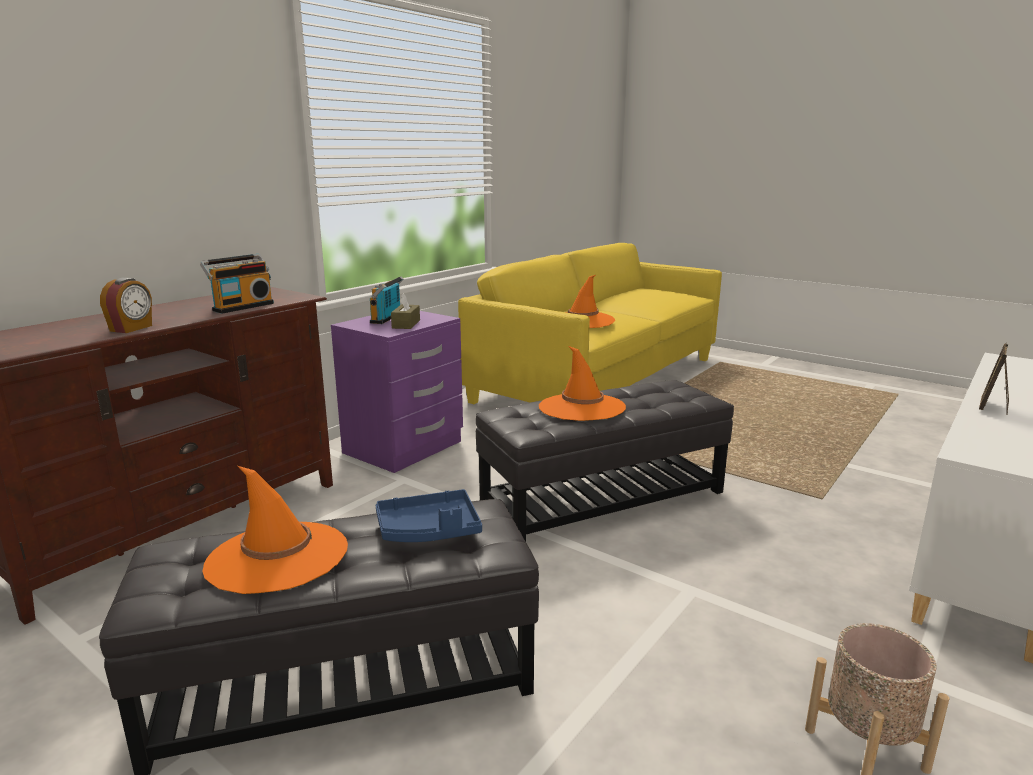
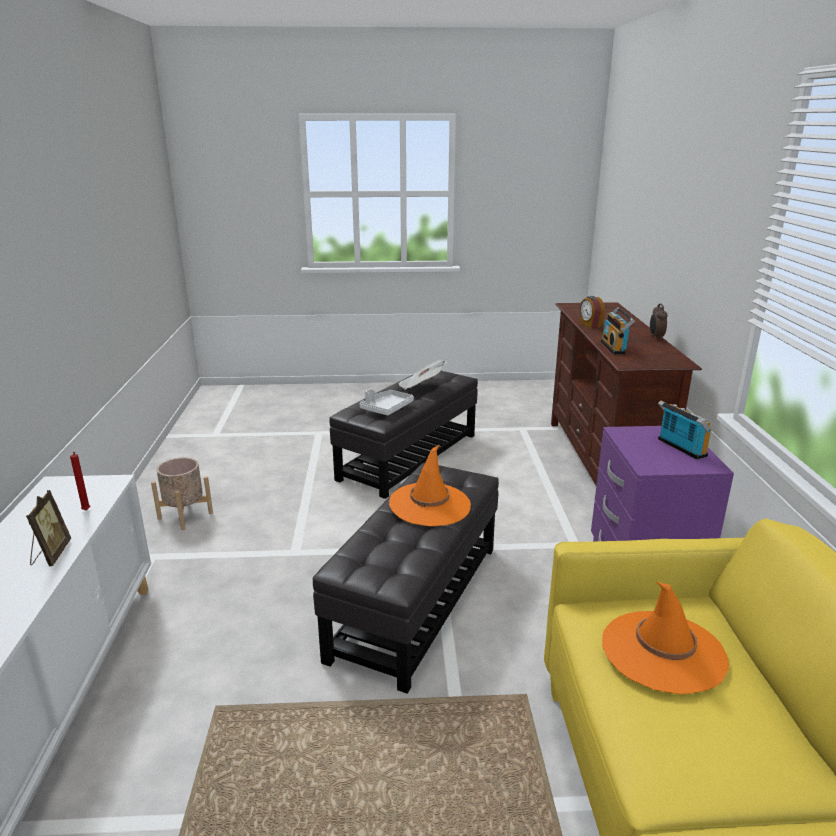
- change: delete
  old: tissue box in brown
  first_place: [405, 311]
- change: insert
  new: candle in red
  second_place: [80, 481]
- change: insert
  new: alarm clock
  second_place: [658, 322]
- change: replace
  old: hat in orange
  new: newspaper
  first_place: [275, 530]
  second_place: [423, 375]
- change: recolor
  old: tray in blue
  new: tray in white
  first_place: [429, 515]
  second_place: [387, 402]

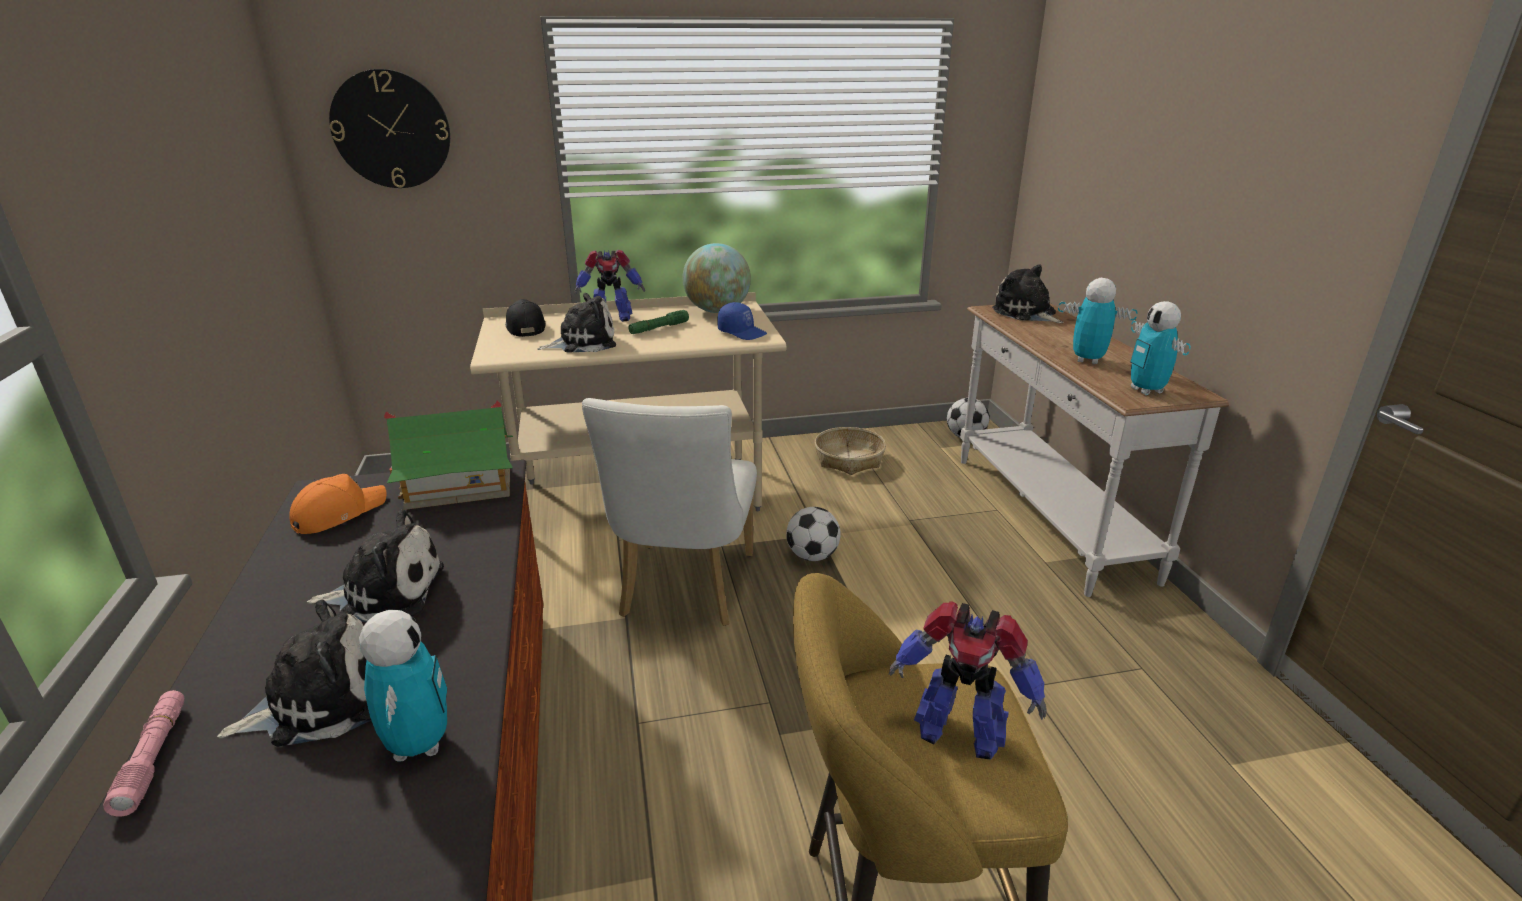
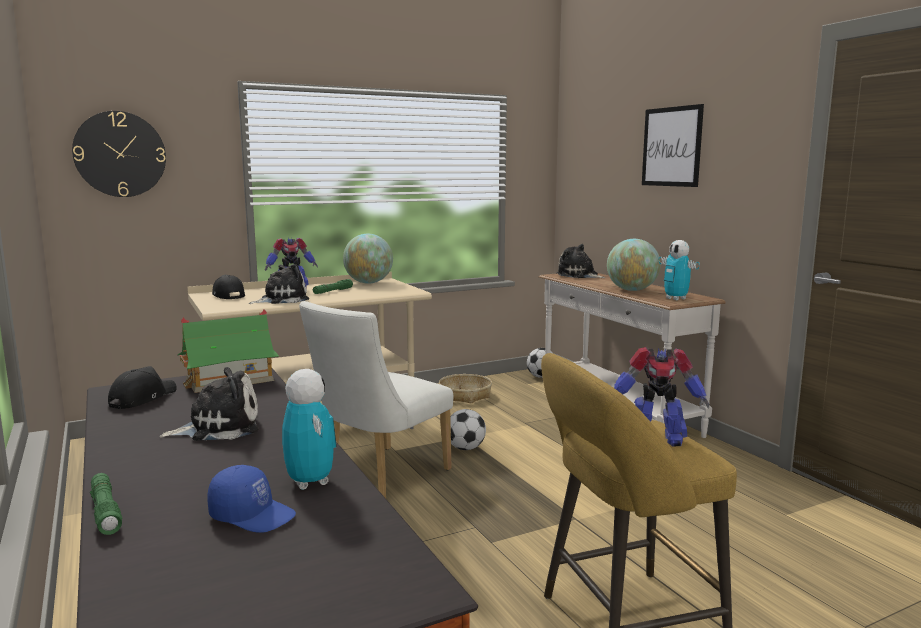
- change: delete
  old: plush toy
  first_place: [294, 673]
- change: insert
  new: picture
  second_place: [673, 145]
- change: move
  old: cap in blue
  first_place: [742, 321]
  second_place: [251, 499]
- change: replace
  old: toy robot
  new: globe
  first_place: [1098, 321]
  second_place: [634, 265]
- change: recolor
  old: flashlight in pink
  new: flashlight in green
  first_place: [143, 753]
  second_place: [106, 504]
- change: recolor
  old: cap in orange
  new: cap in black
  first_place: [337, 504]
  second_place: [142, 387]
- change: rotate
  old: chair in white
  first_place: [669, 512]
  second_place: [376, 399]
  degrees: 45

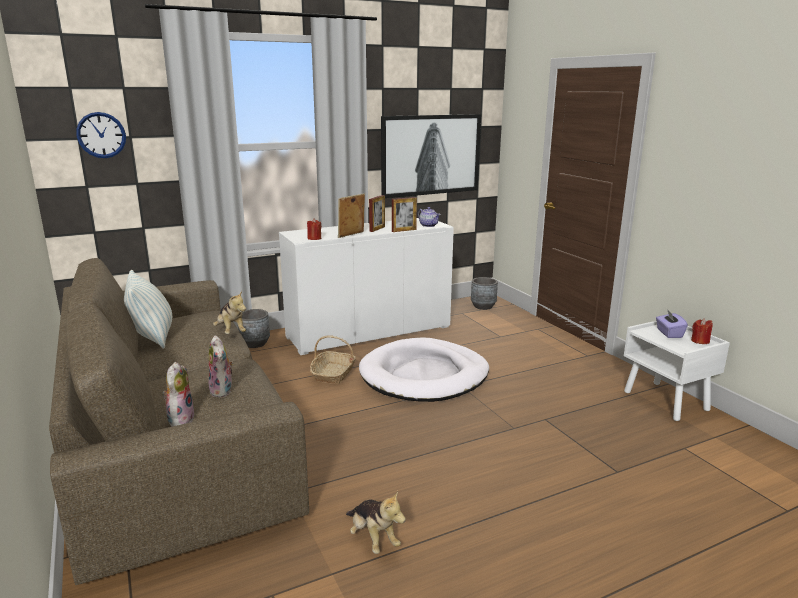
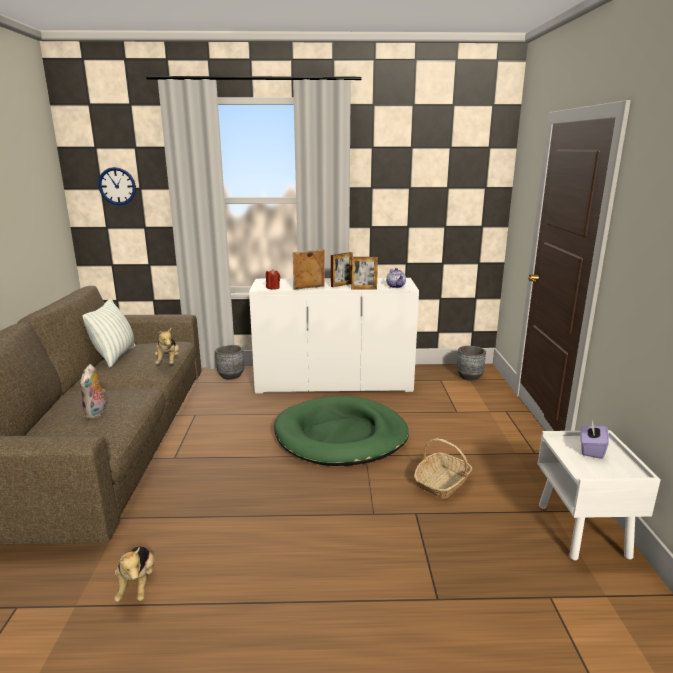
- change: delete
  old: plush toy
  first_place: [178, 394]
- change: delete
  old: picture
  first_place: [431, 156]
- change: delete
  old: candle in red
  first_place: [702, 331]
- change: move
  old: basket
  first_place: [333, 359]
  second_place: [443, 468]
- change: recolor
  old: dog bed in white
  new: dog bed in green
  first_place: [424, 369]
  second_place: [341, 431]

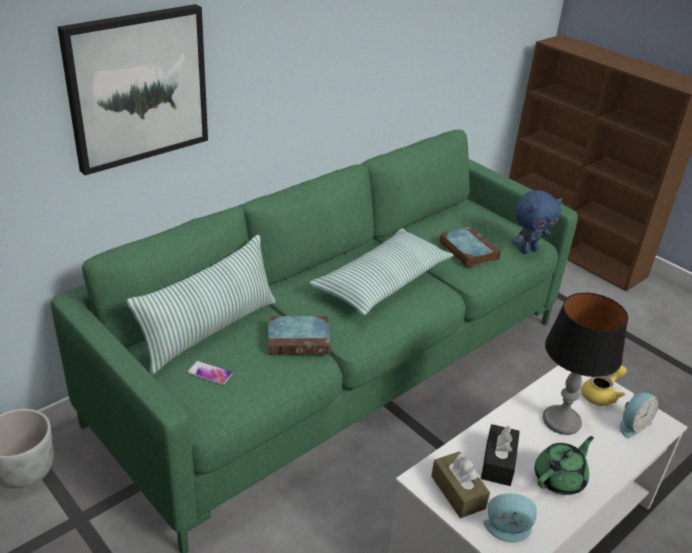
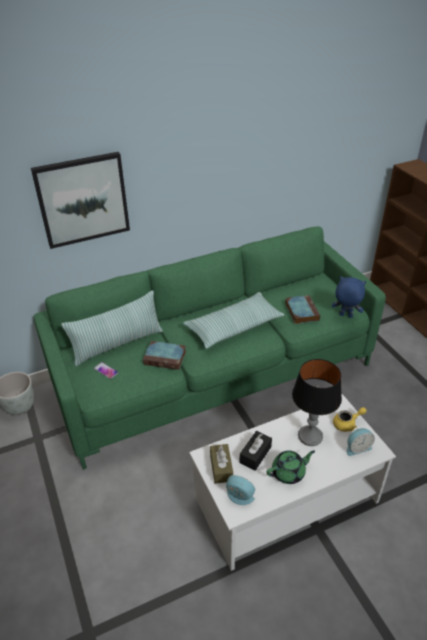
- change: rotate
  old: plush toy in blue
  first_place: [537, 222]
  second_place: [349, 297]
  degrees: -150

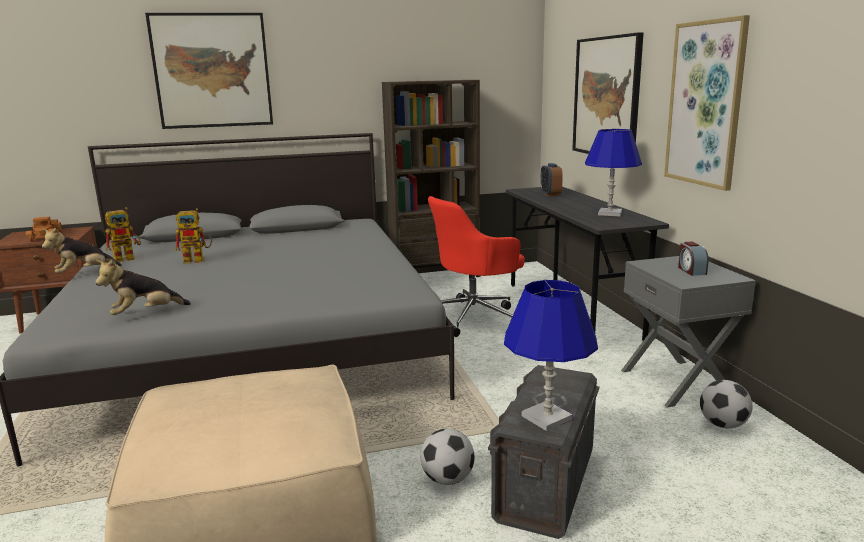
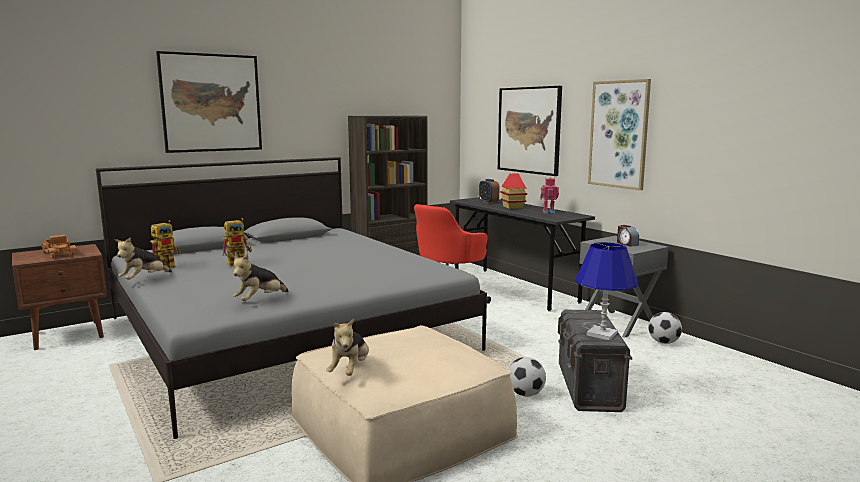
- change: insert
  new: plush toy
  second_place: [347, 347]
- change: insert
  new: toy house
  second_place: [513, 191]
- change: replace
  old: table lamp in blue
  new: toy robot
  first_place: [613, 172]
  second_place: [549, 195]

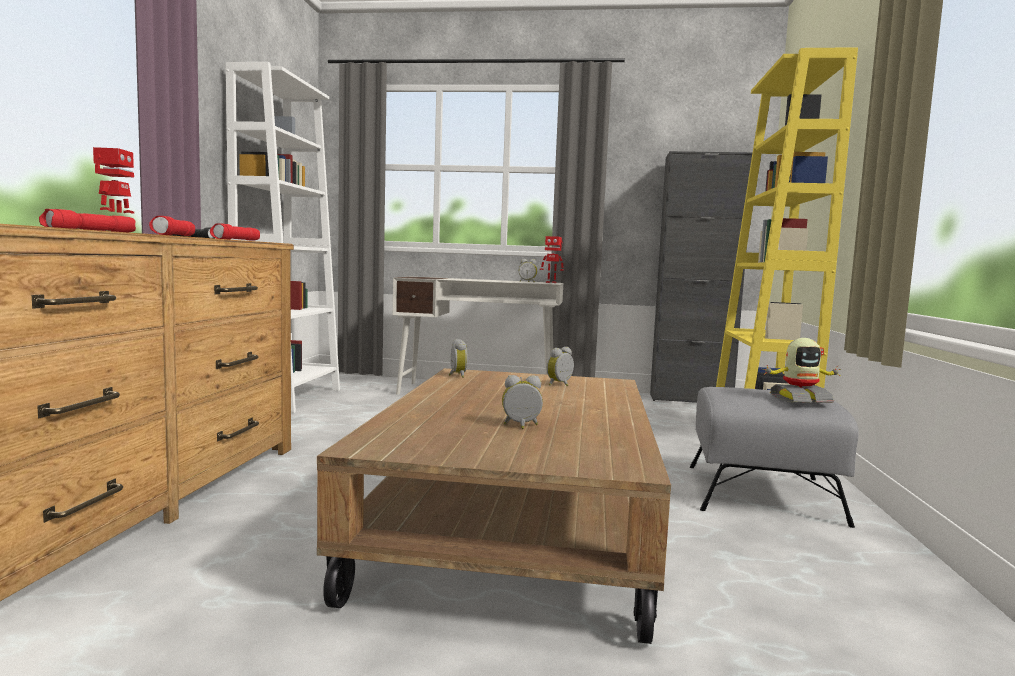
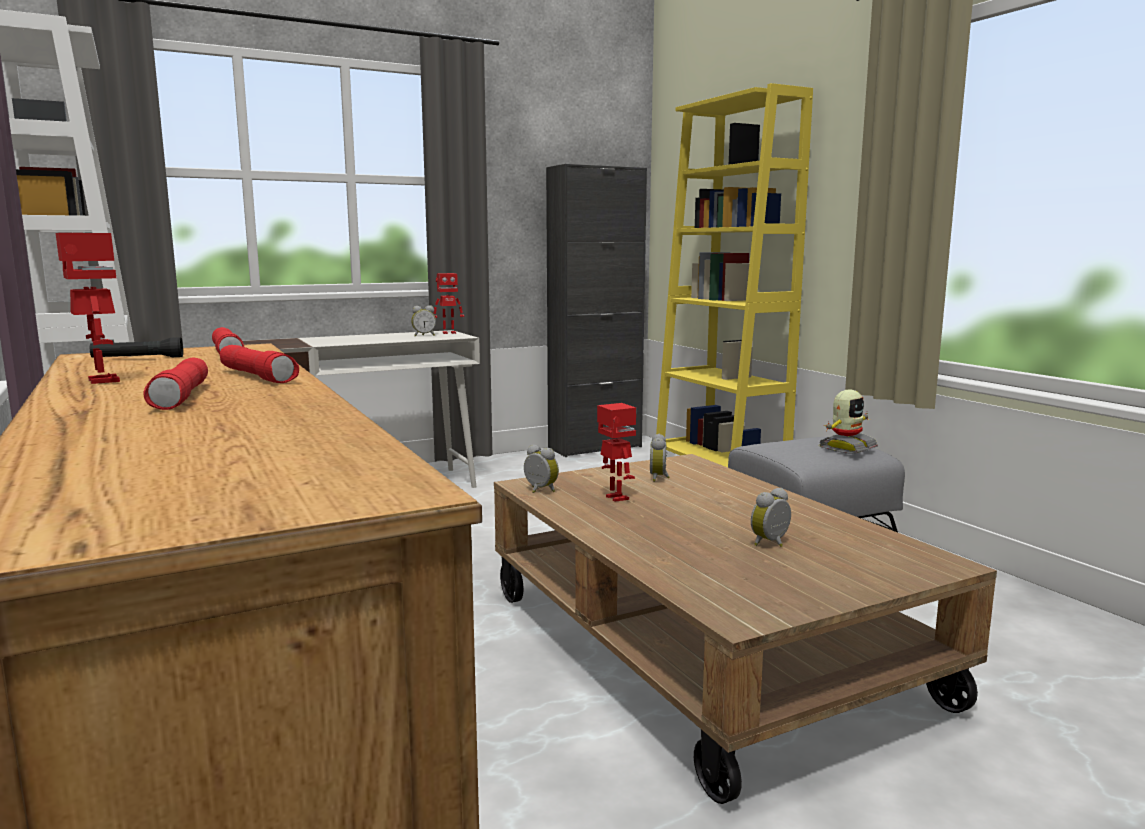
- change: insert
  new: toy robot
  second_place: [616, 452]

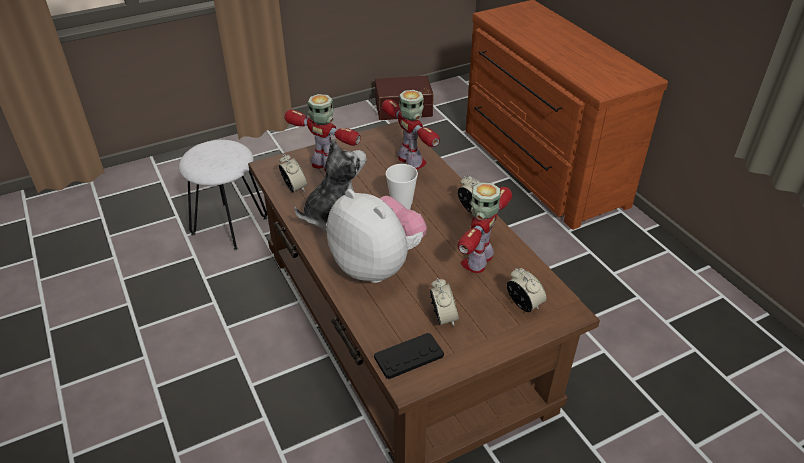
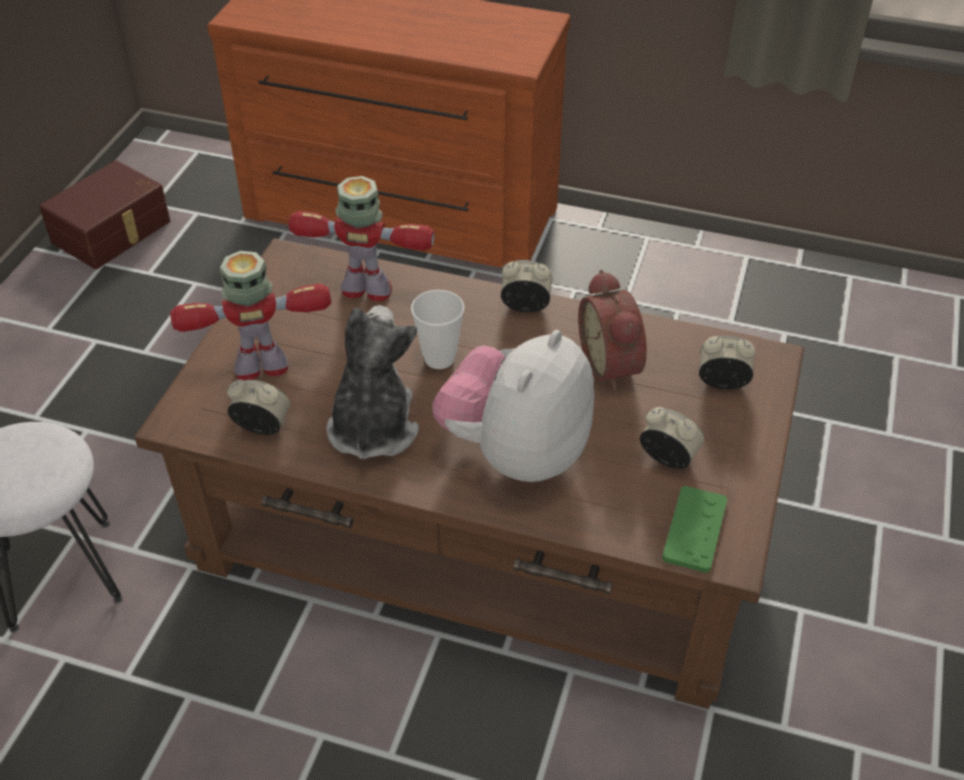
- change: replace
  old: toy robot
  new: alarm clock
  first_place: [485, 227]
  second_place: [612, 330]
- change: recolor
  old: game controller in black
  new: game controller in green
  first_place: [409, 356]
  second_place: [695, 529]
- change: rotate
  old: plush toy
  first_place: [377, 236]
  second_place: [513, 406]
  degrees: -60

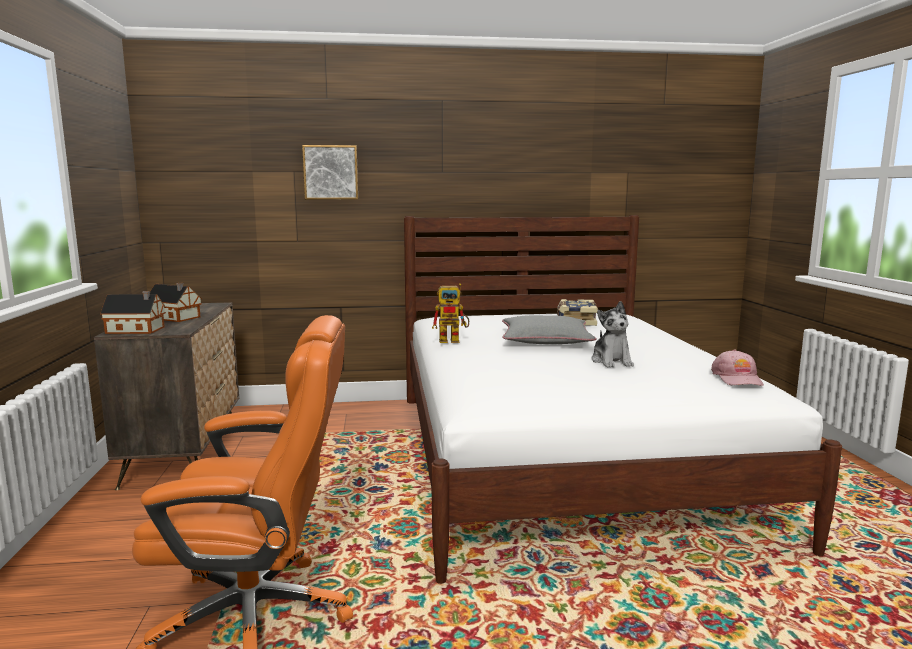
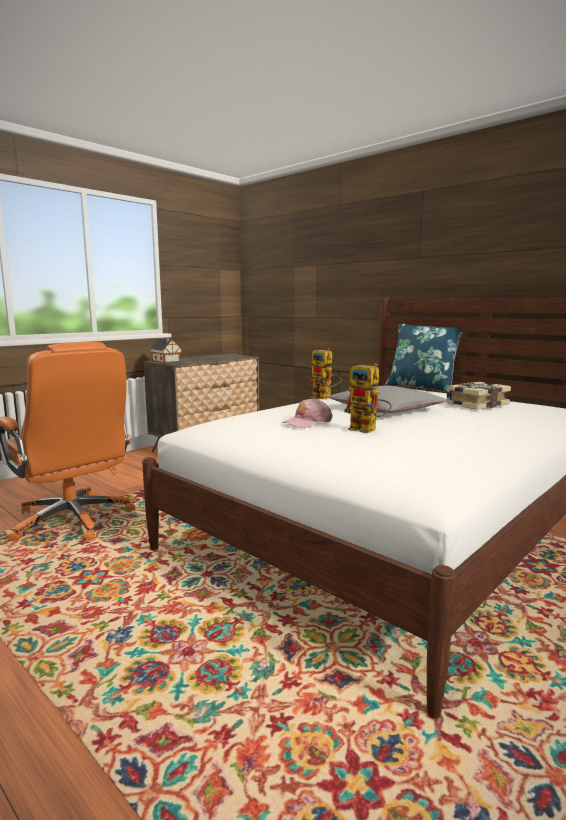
- change: delete
  old: toy house
  first_place: [176, 302]
- change: delete
  old: picture
  first_place: [330, 172]
- change: insert
  new: pillow in blue
  second_place: [424, 358]
- change: move
  old: cap in pink
  first_place: [737, 367]
  second_place: [307, 413]
- change: replace
  old: plush toy
  new: toy robot
  first_place: [612, 334]
  second_place: [368, 398]

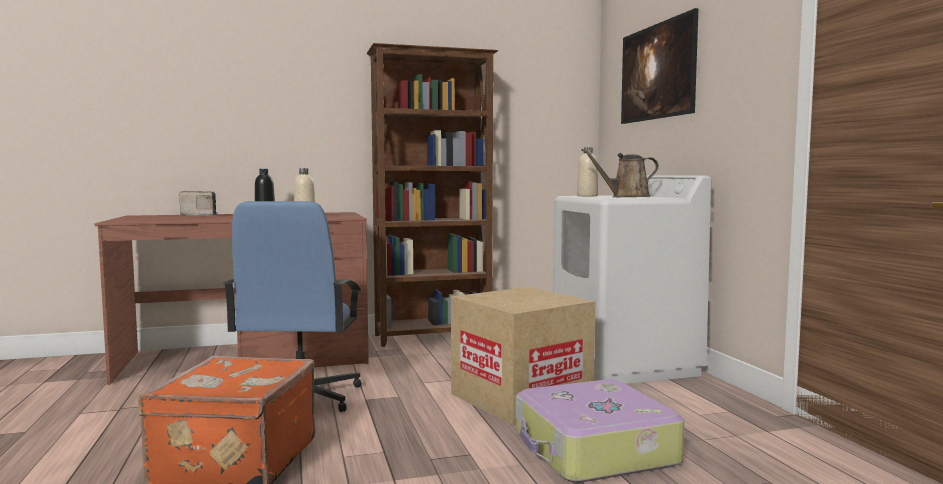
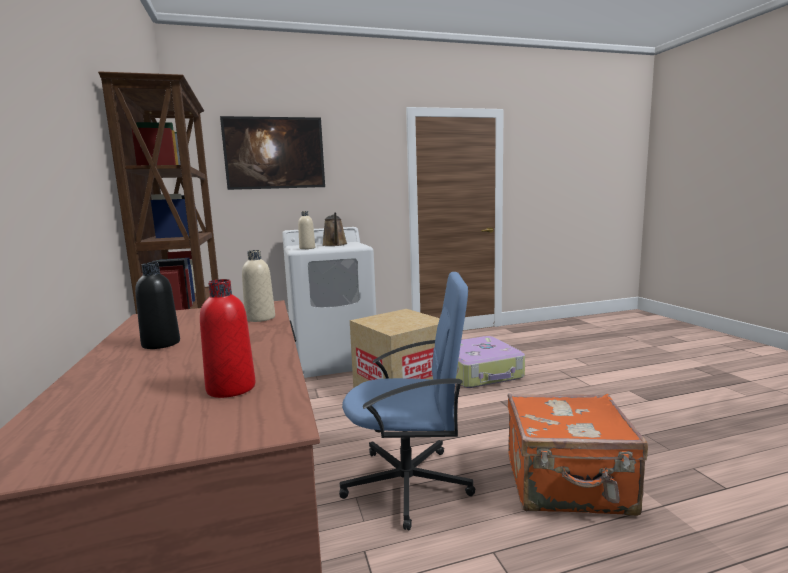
- change: delete
  old: radio
  first_place: [198, 203]
- change: insert
  new: bottle in red
  second_place: [228, 338]

